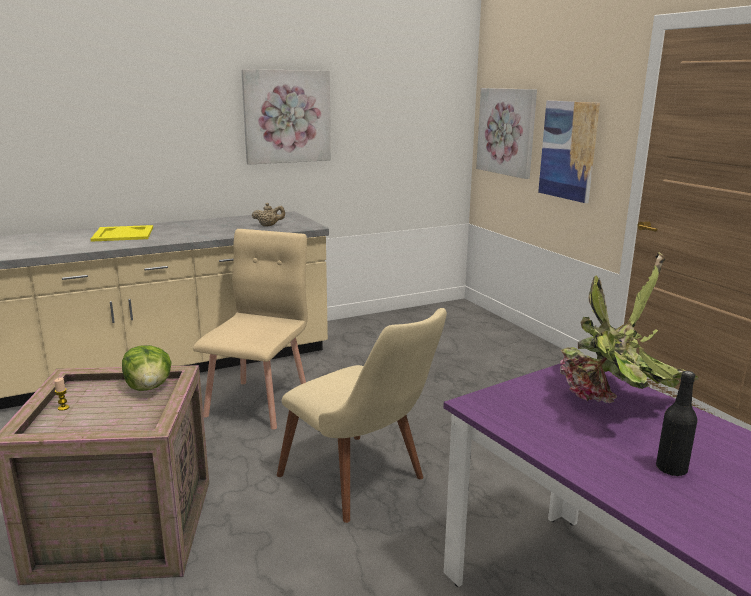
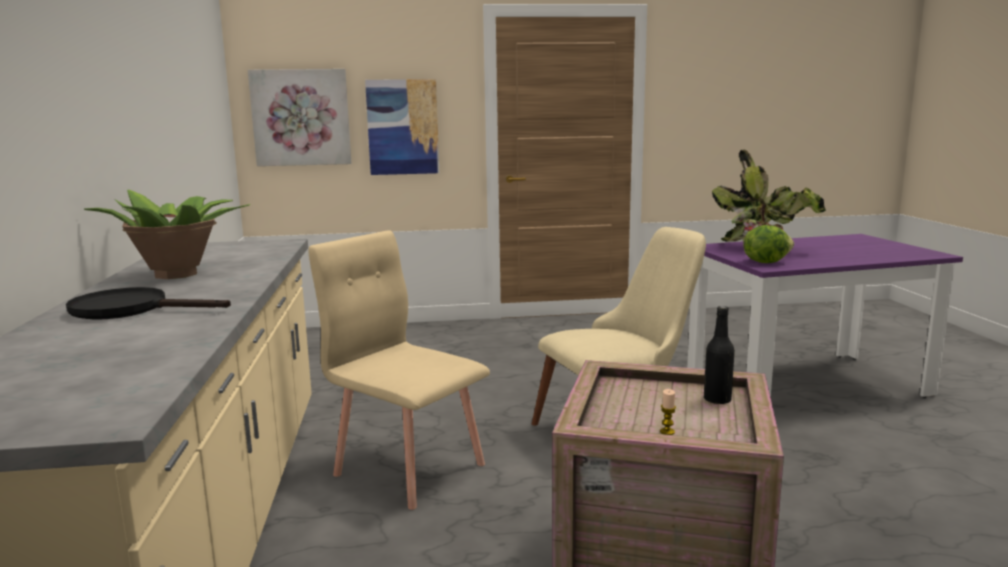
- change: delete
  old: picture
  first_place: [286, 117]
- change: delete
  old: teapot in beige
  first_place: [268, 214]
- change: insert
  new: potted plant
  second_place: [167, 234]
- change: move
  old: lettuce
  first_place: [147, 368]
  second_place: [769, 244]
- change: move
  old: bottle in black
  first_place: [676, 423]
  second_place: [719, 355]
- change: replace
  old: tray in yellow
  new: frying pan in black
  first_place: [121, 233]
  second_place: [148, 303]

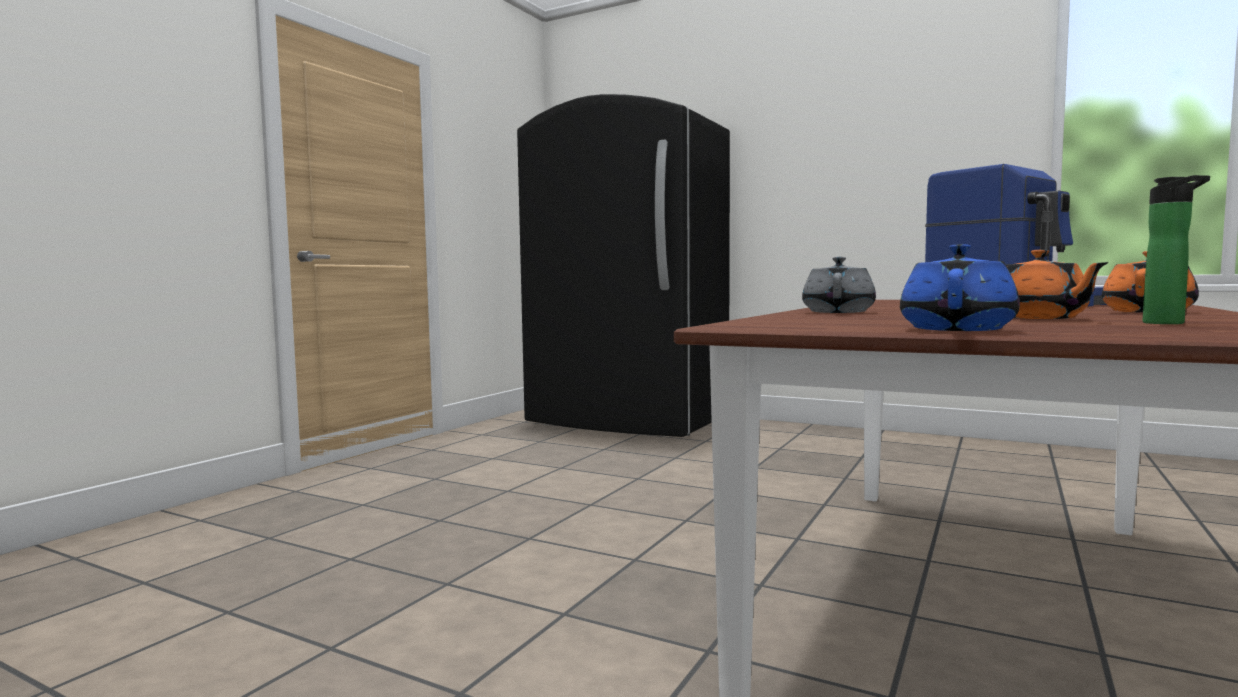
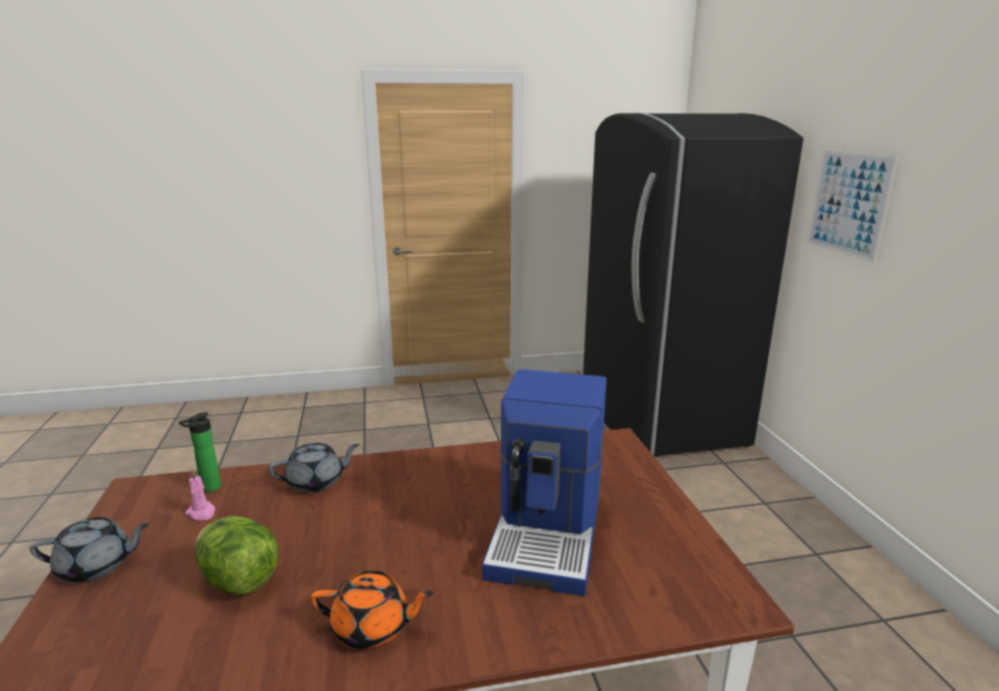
- change: insert
  new: candle in pink
  second_place: [200, 494]
- change: insert
  new: picture
  second_place: [852, 206]
- change: move
  old: bottle
  first_place: [1176, 249]
  second_place: [200, 452]
- change: replace
  old: teapot in orange
  new: lettuce
  first_place: [1057, 284]
  second_place: [237, 555]
- change: recolor
  old: teapot in blue
  new: teapot in grey
  first_place: [960, 287]
  second_place: [89, 550]

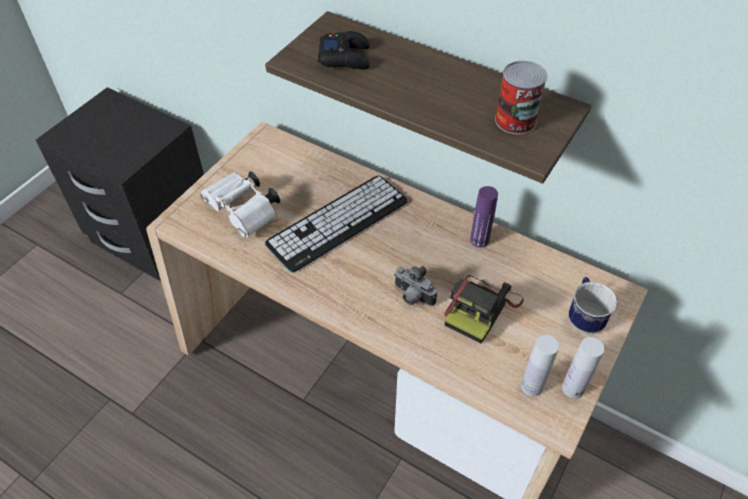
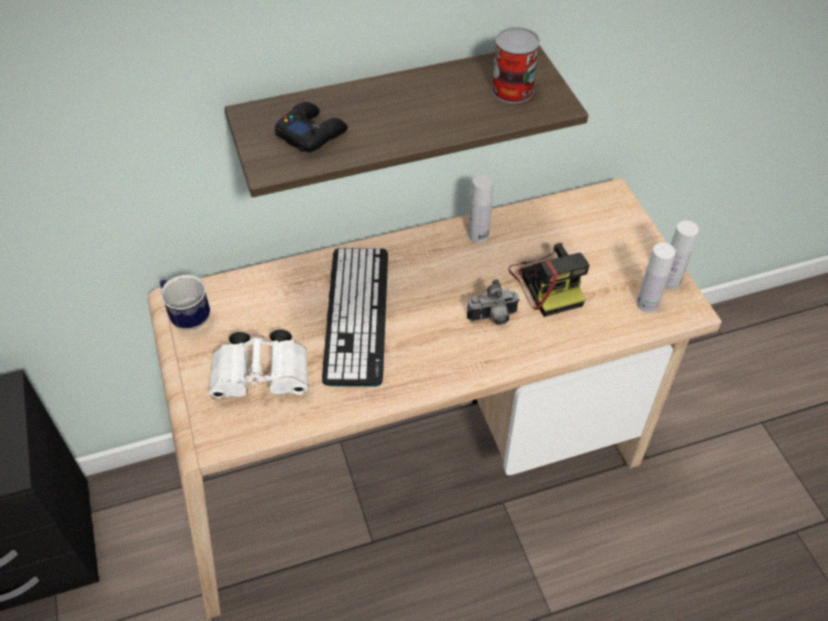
- change: move
  old: mug
  first_place: [593, 305]
  second_place: [185, 302]
- change: recolor
  old: bottle in purple
  new: bottle in white
  first_place: [484, 217]
  second_place: [481, 208]

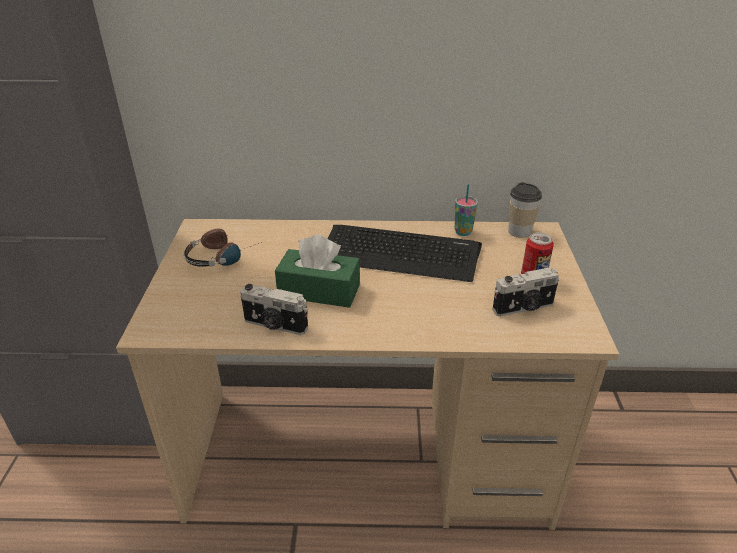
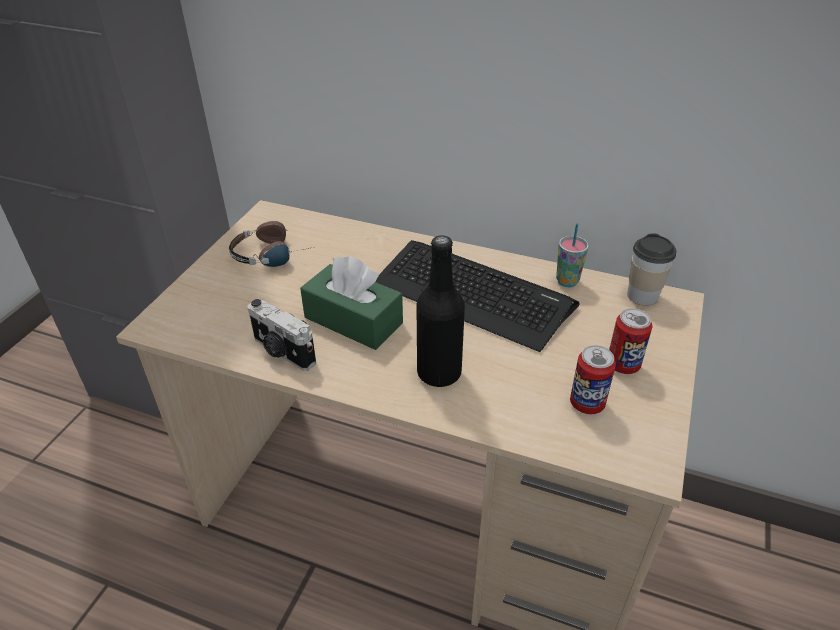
- change: insert
  new: bottle in black
  second_place: [440, 311]
- change: replace
  old: photo camera
  new: can
  first_place: [525, 291]
  second_place: [593, 379]

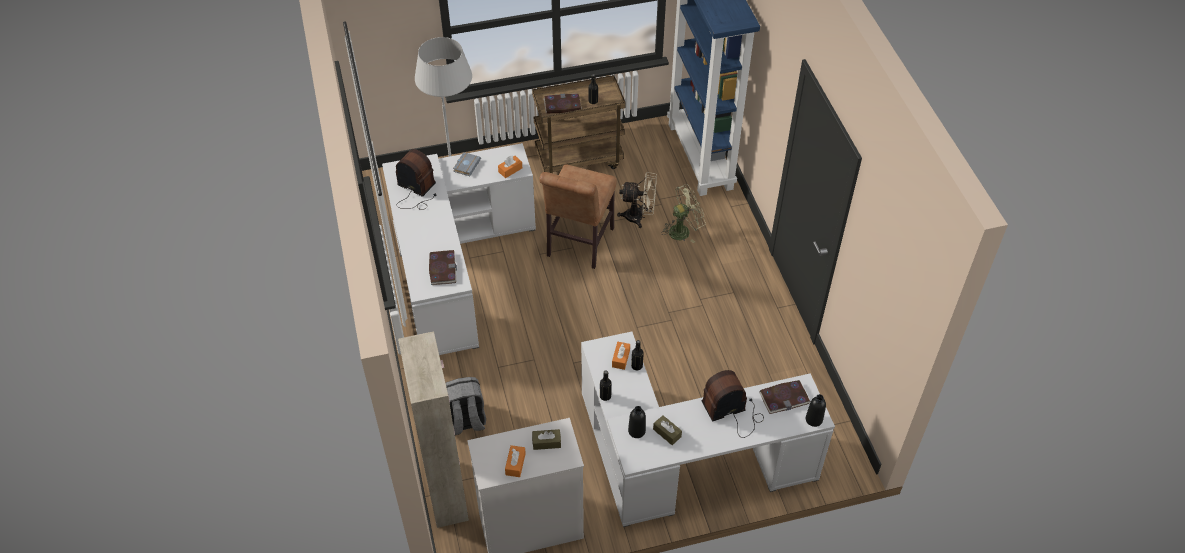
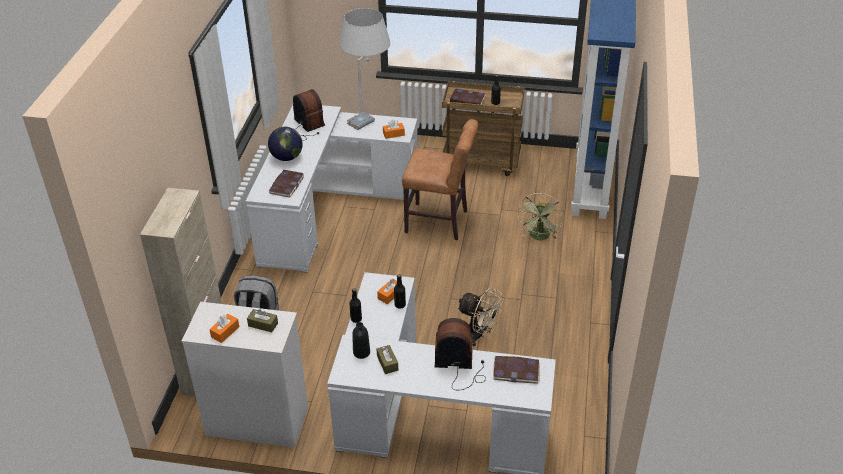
- change: delete
  old: bottle in black
  first_place: [816, 410]
- change: insert
  new: globe
  second_place: [285, 144]
- change: move
  old: fan in beige
  first_place: [637, 200]
  second_place: [480, 317]
- change: rotate
  old: chair in brown
  first_place: [578, 216]
  second_place: [440, 179]
  degrees: -120
- change: rotate
  old: fan in green
  first_place: [683, 213]
  second_place: [541, 216]
  degrees: 105

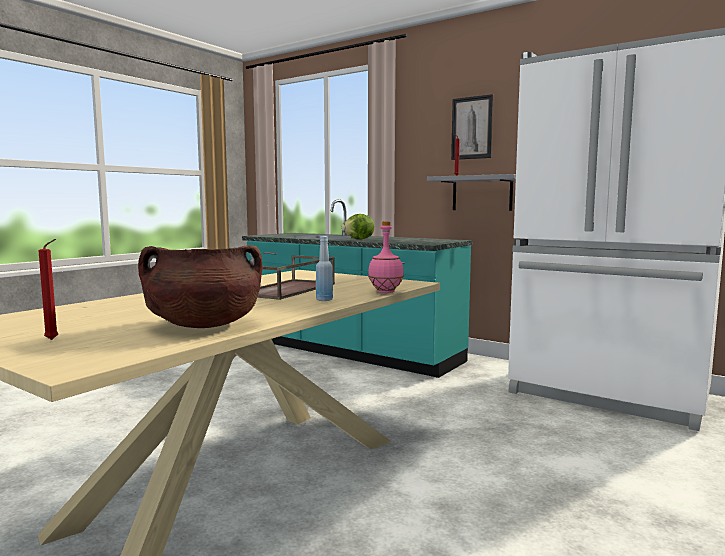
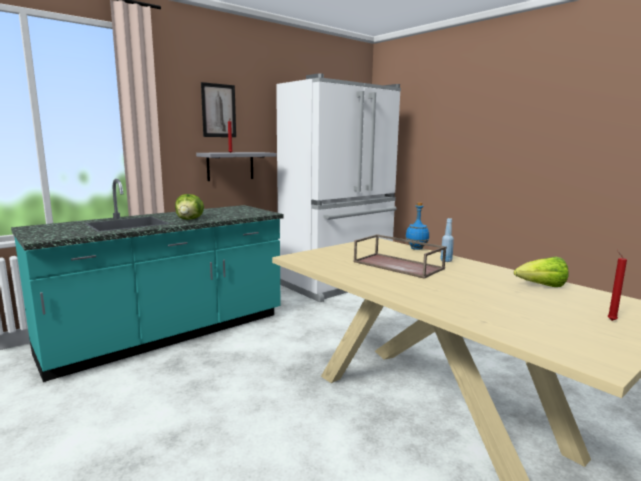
- change: replace
  old: cooking pot in brown
  new: lettuce
  first_place: [200, 286]
  second_place: [541, 272]
- change: recolor
  old: bottle in pink
  new: bottle in blue
  first_place: [386, 257]
  second_place: [417, 226]

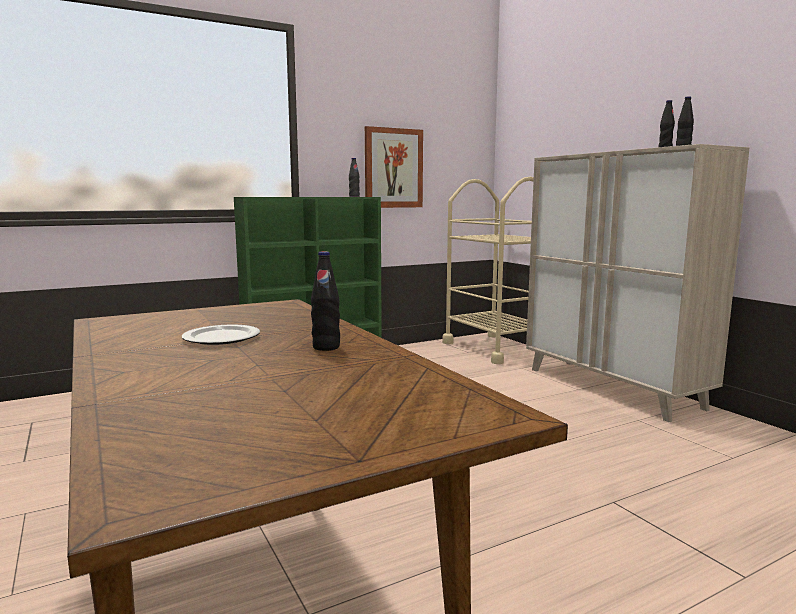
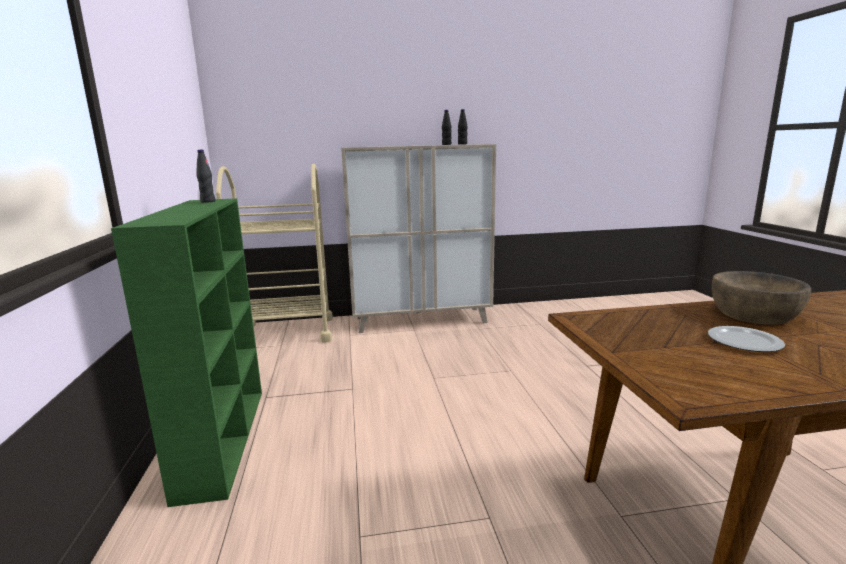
- change: delete
  old: picture
  first_place: [394, 167]
- change: replace
  old: bottle in black
  new: bowl in brown
  first_place: [325, 301]
  second_place: [761, 298]

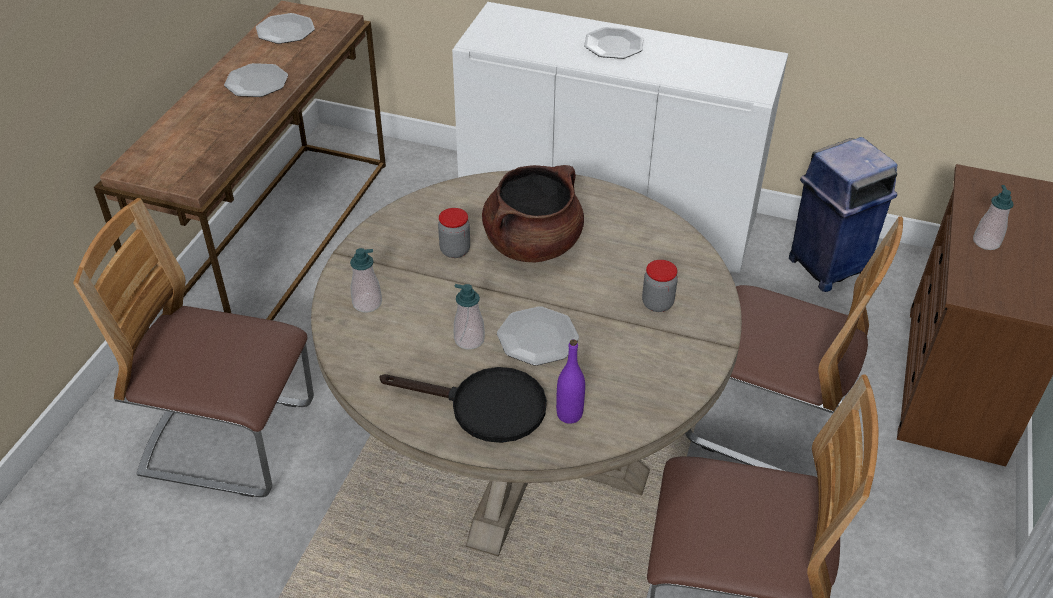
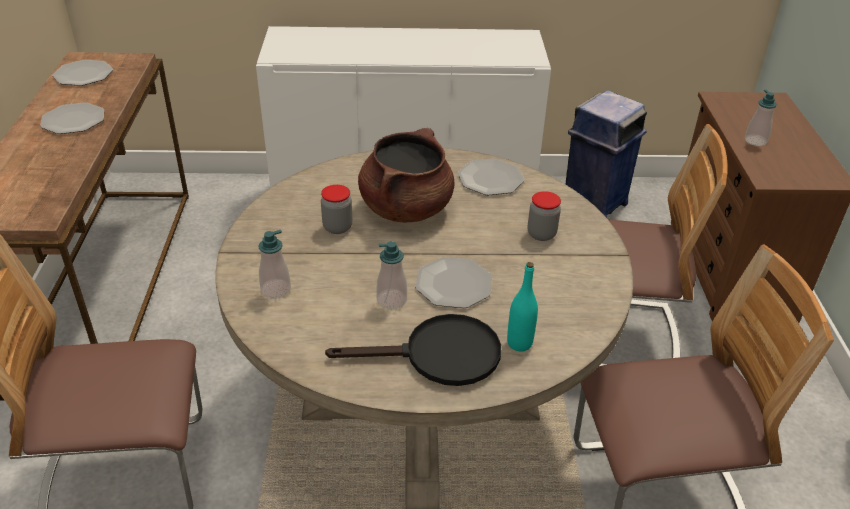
- change: move
  old: plate
  first_place: [614, 43]
  second_place: [491, 176]
- change: recolor
  old: bottle in purple
  new: bottle in turquoise
  first_place: [570, 381]
  second_place: [522, 307]

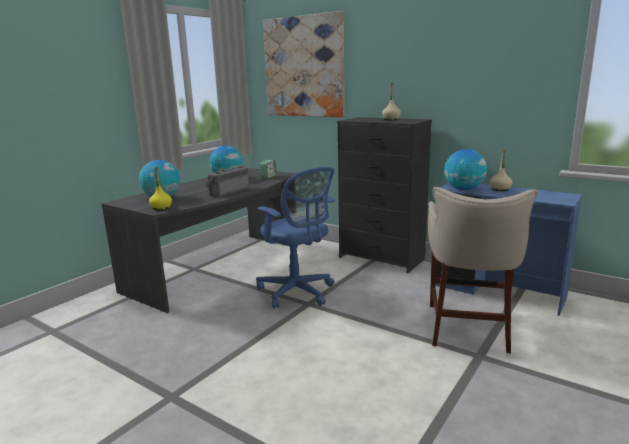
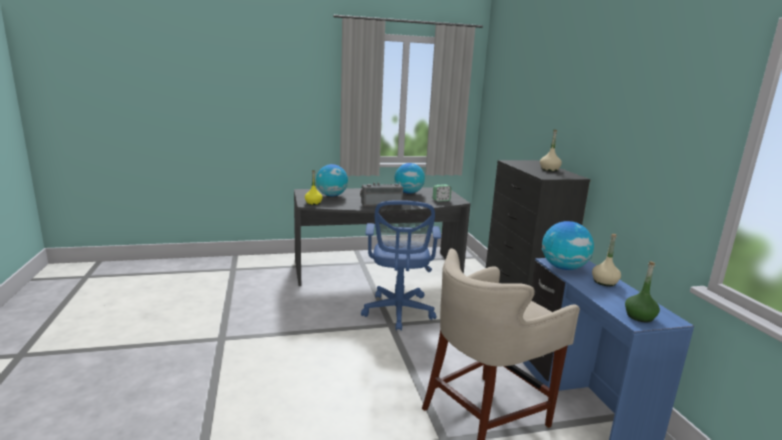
- change: delete
  old: picture
  first_place: [304, 64]
- change: insert
  new: bottle in green
  second_place: [642, 292]

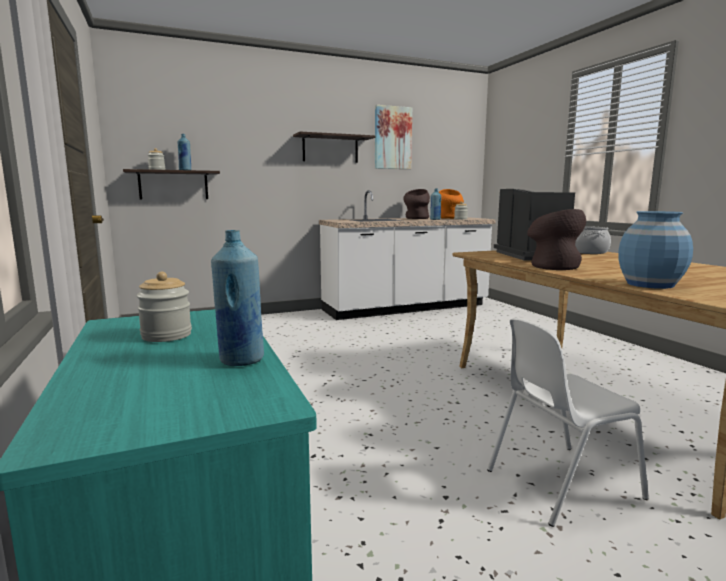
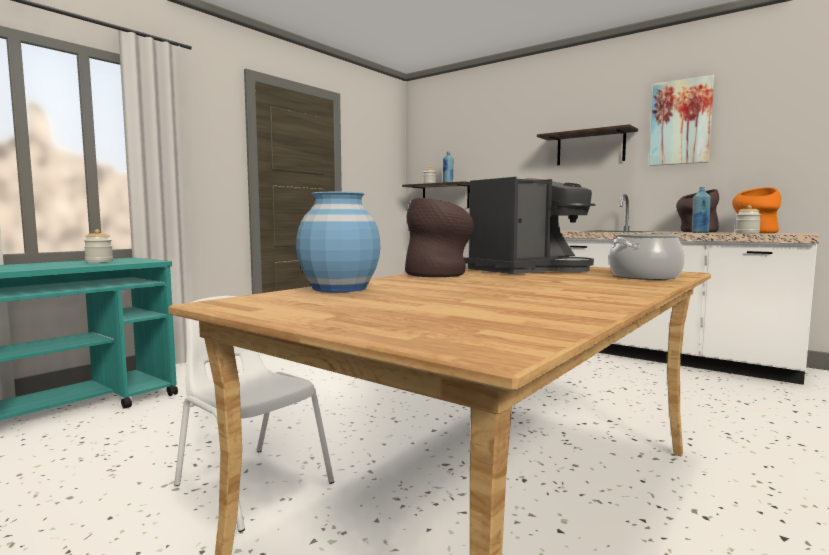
- change: delete
  old: bottle in blue
  first_place: [237, 298]

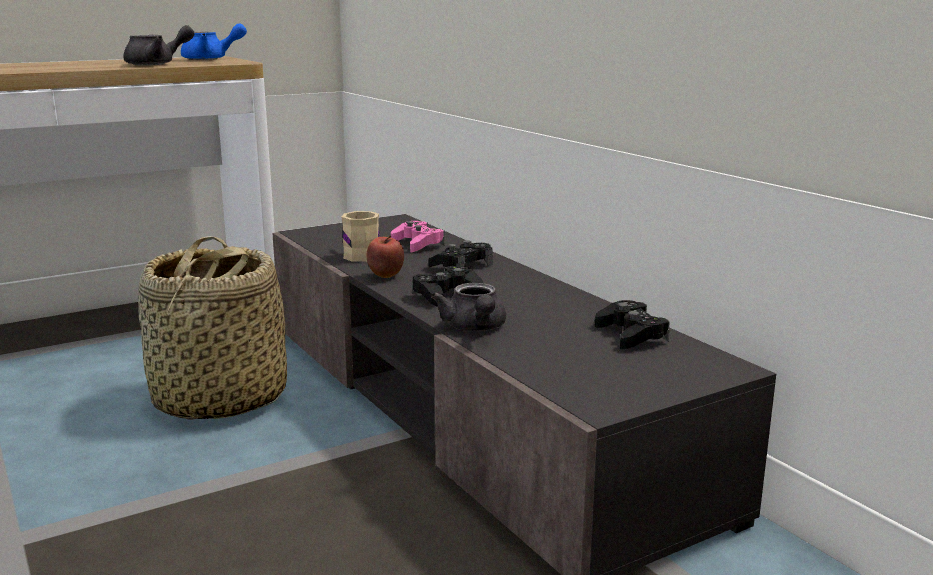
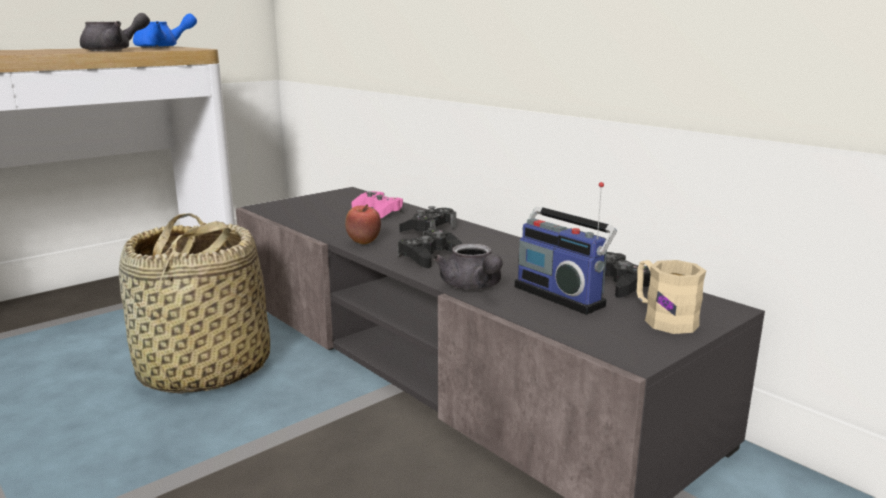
- change: insert
  new: radio
  second_place: [565, 248]
- change: move
  old: mug in beige
  first_place: [360, 236]
  second_place: [671, 297]

